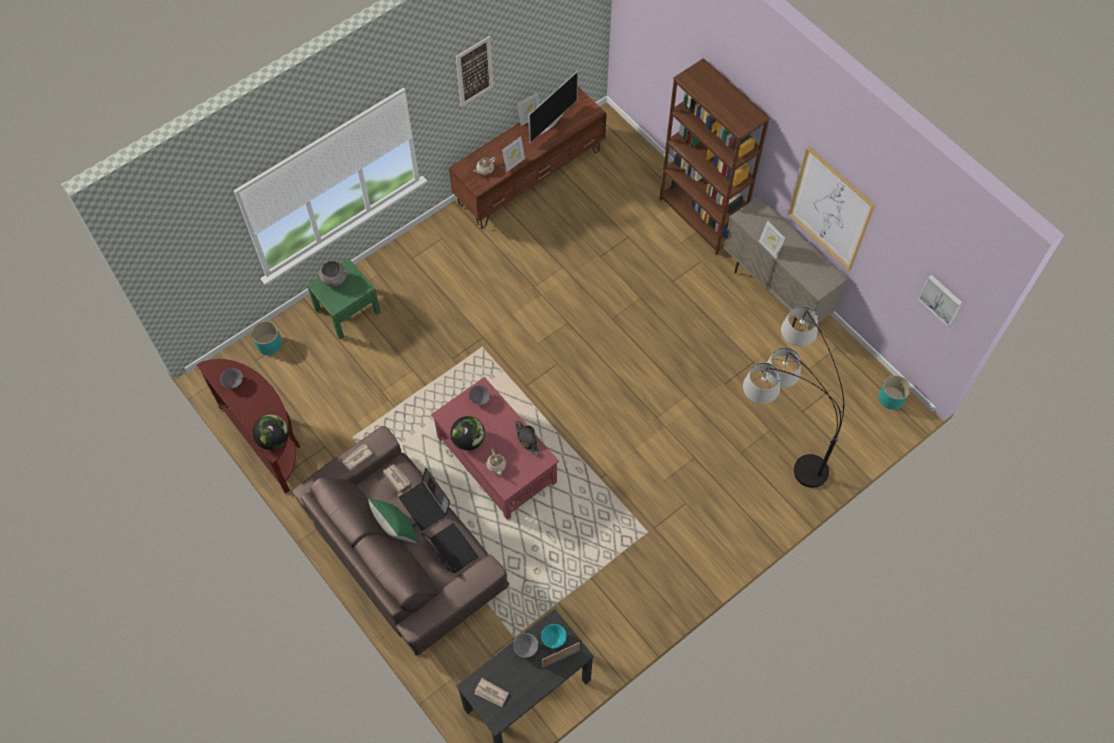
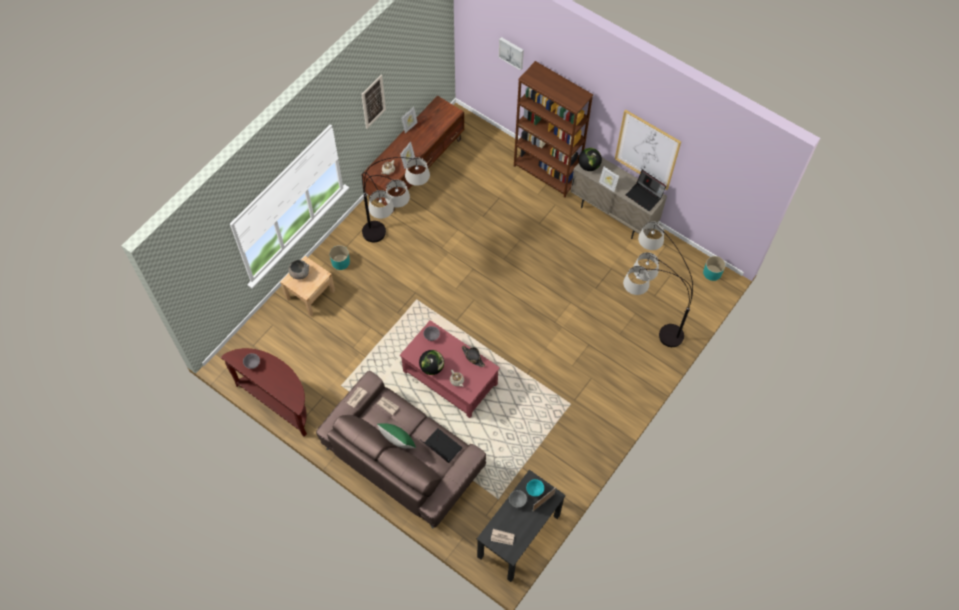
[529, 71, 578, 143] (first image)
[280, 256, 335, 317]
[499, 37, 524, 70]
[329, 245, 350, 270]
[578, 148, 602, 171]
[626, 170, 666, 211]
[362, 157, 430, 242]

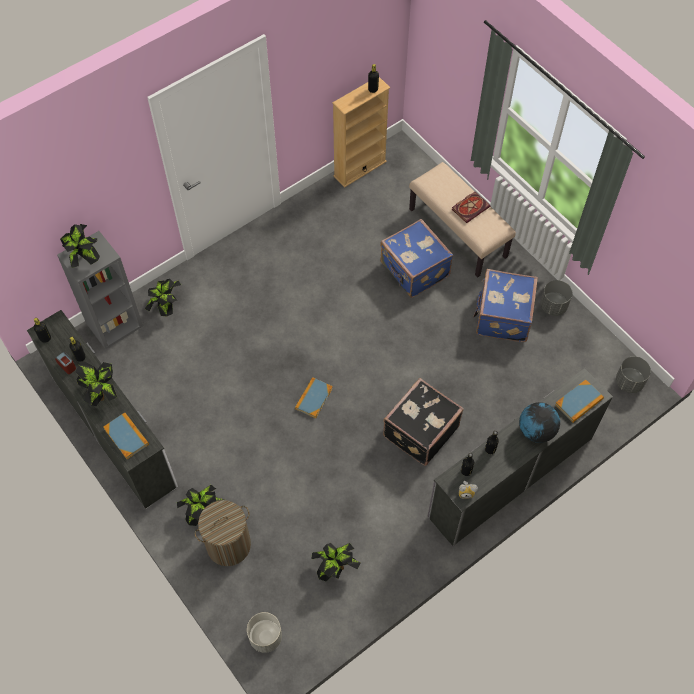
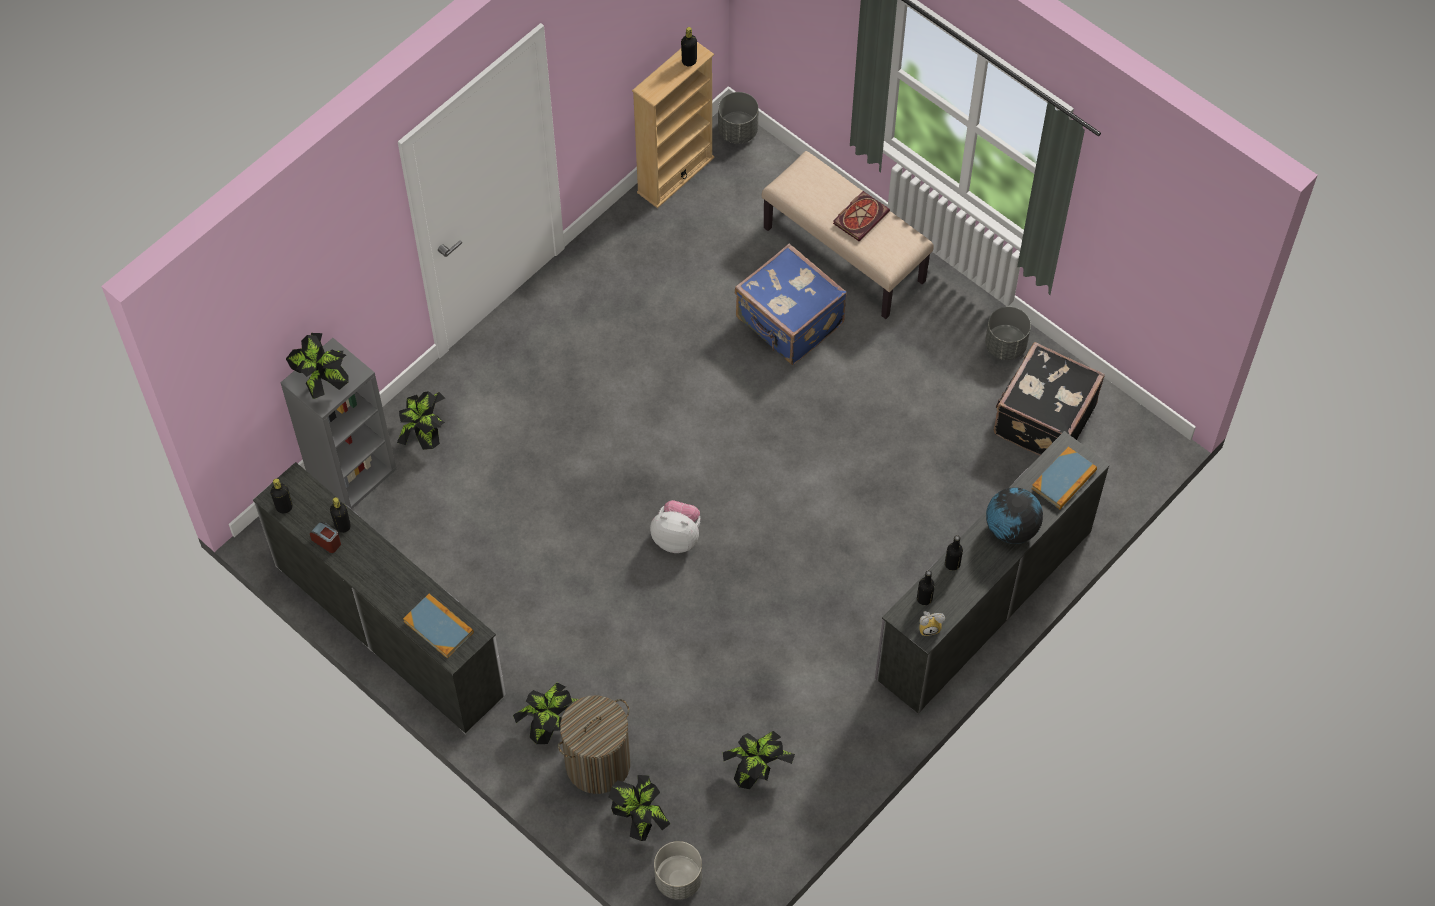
[473, 269, 538, 342] (first image)
[718, 92, 759, 144]
[609, 775, 671, 841]
[650, 500, 700, 553]
[994, 342, 1105, 455]

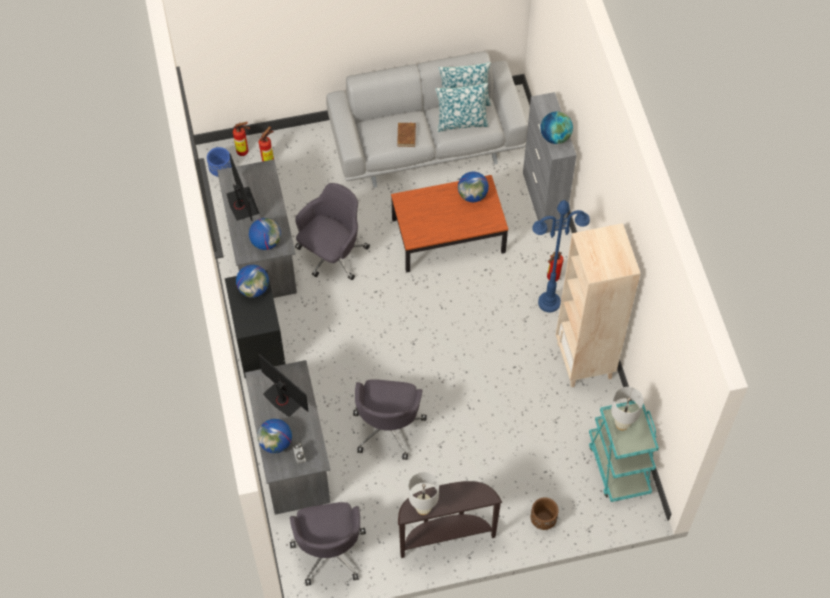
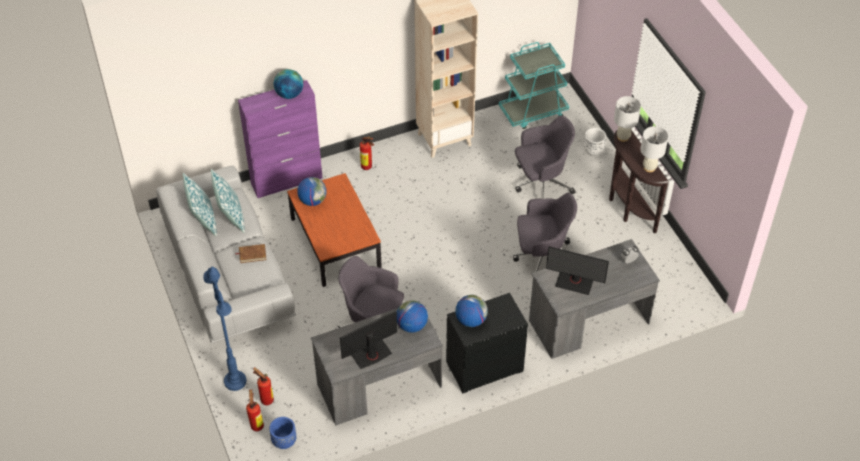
[238, 80, 322, 198]
[203, 267, 246, 391]
[546, 246, 609, 295]
[614, 96, 641, 142]
[257, 419, 292, 454] (first image)
[584, 128, 607, 156]
[515, 115, 576, 199]

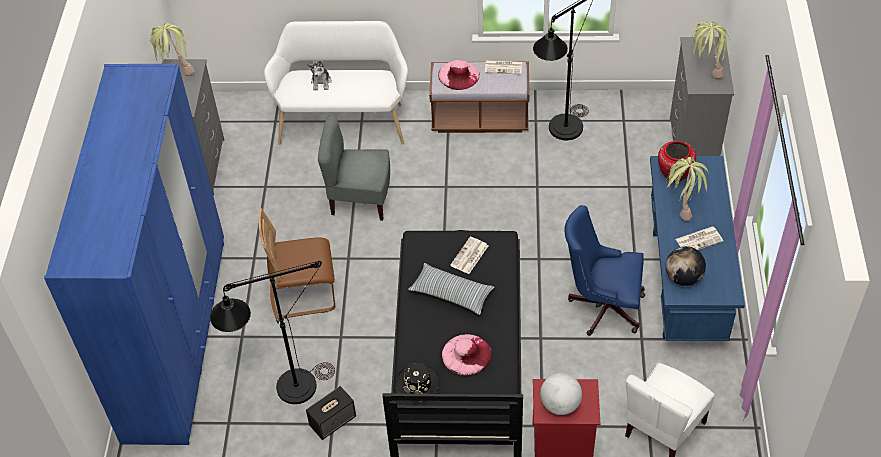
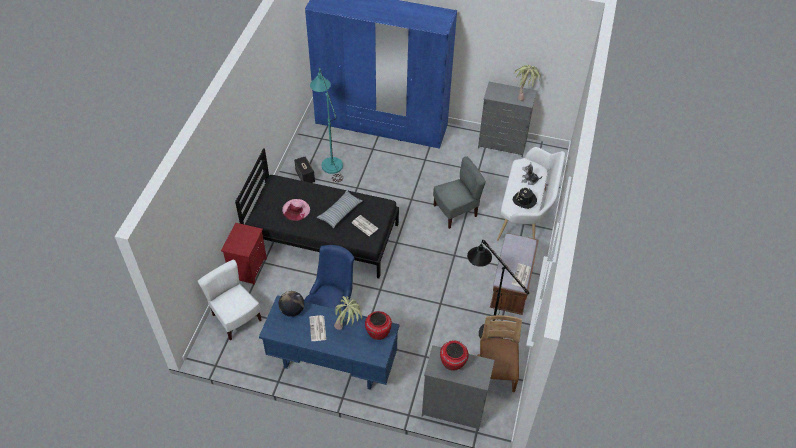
[440, 340, 468, 371]
[438, 60, 480, 90] (first image)
[433, 156, 486, 229]
[477, 315, 522, 392]
[310, 67, 343, 182]
[513, 187, 537, 209]
[540, 373, 582, 415] (first image)

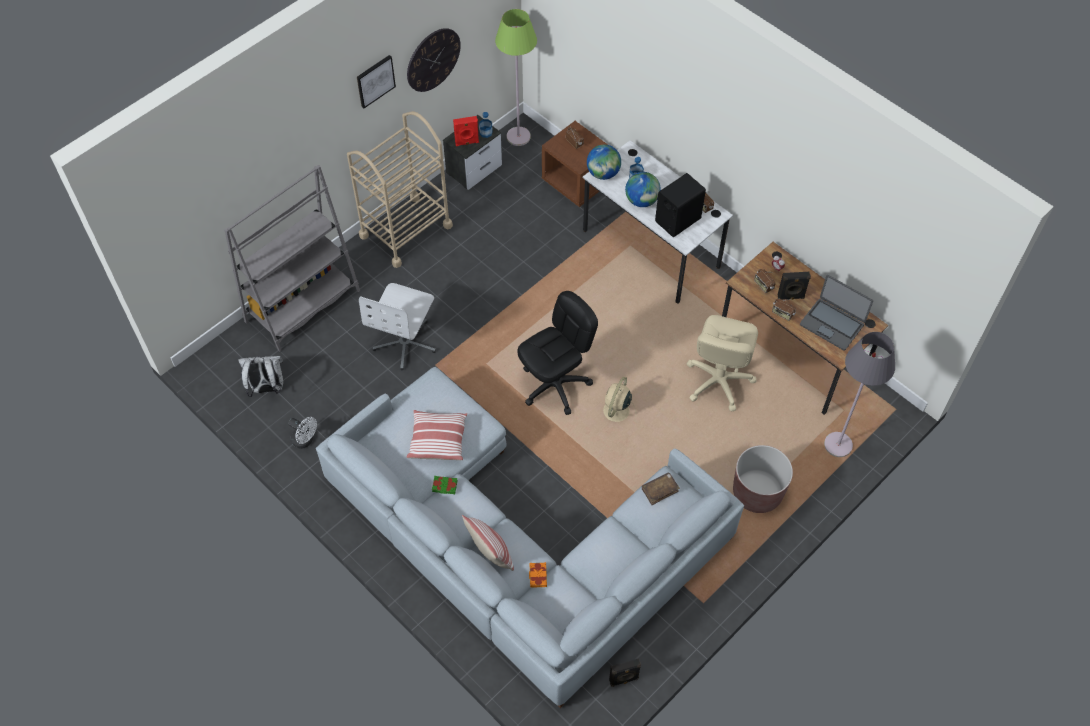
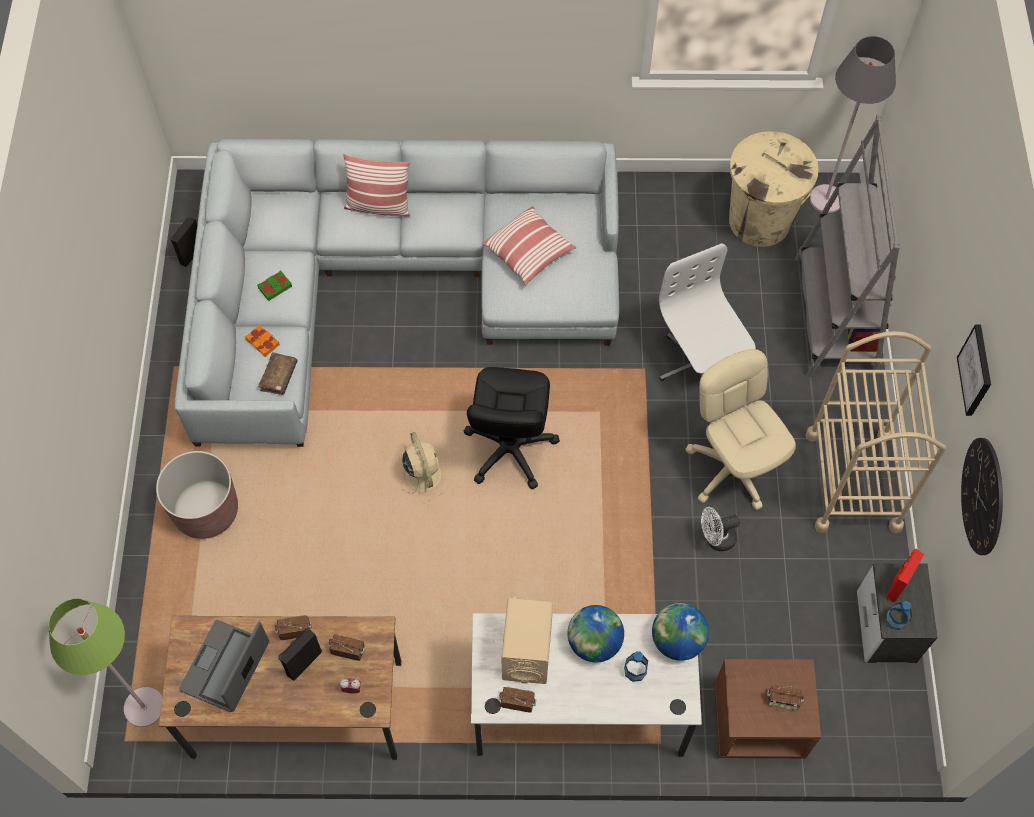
[48, 599, 162, 727]
[501, 596, 553, 684]
[179, 620, 269, 712]
[685, 349, 796, 510]
[810, 36, 896, 213]
[729, 131, 819, 247]
[701, 507, 740, 551]
[257, 271, 292, 301]
[245, 324, 280, 357]

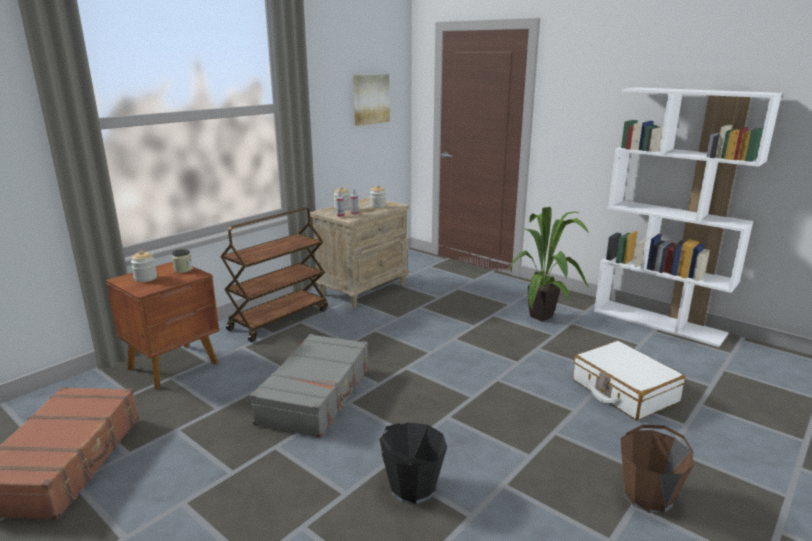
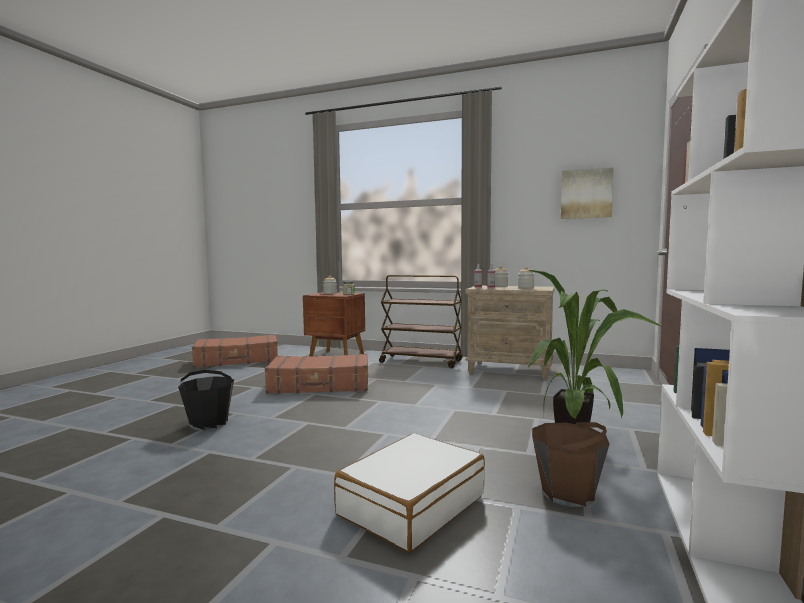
[265, 354, 368, 394]
[532, 422, 610, 507]

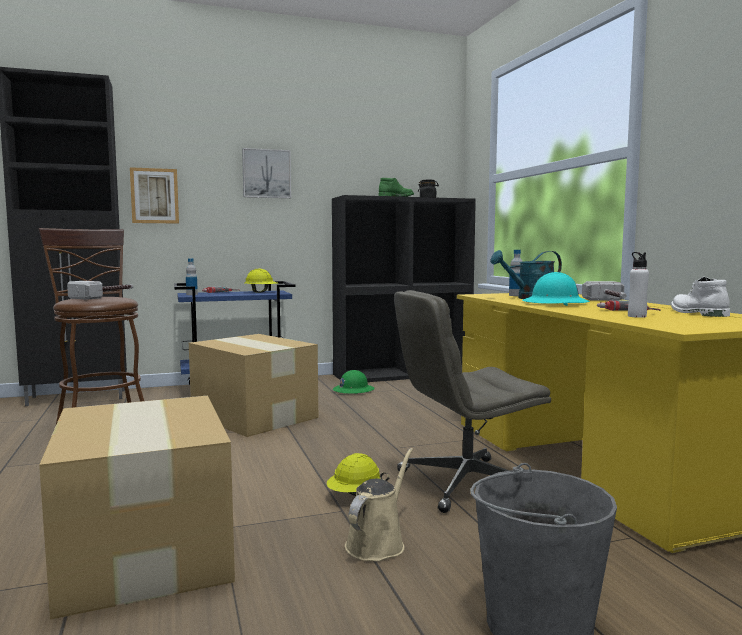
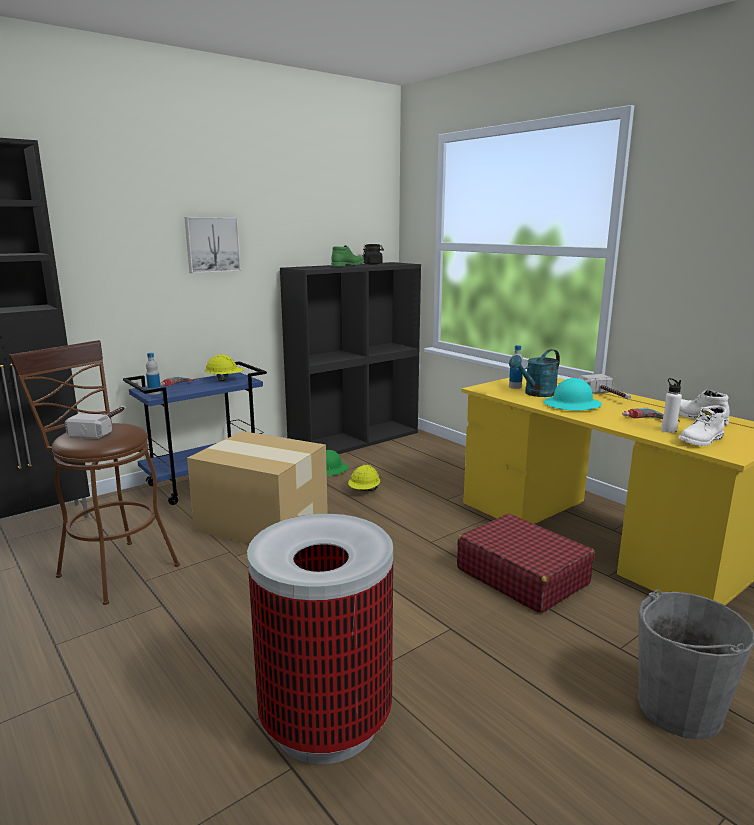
[130, 167, 179, 224] (first image)
[457, 514, 595, 613]
[247, 514, 393, 764]
[345, 448, 413, 561] (first image)
[348, 465, 380, 491]
[678, 405, 727, 446]

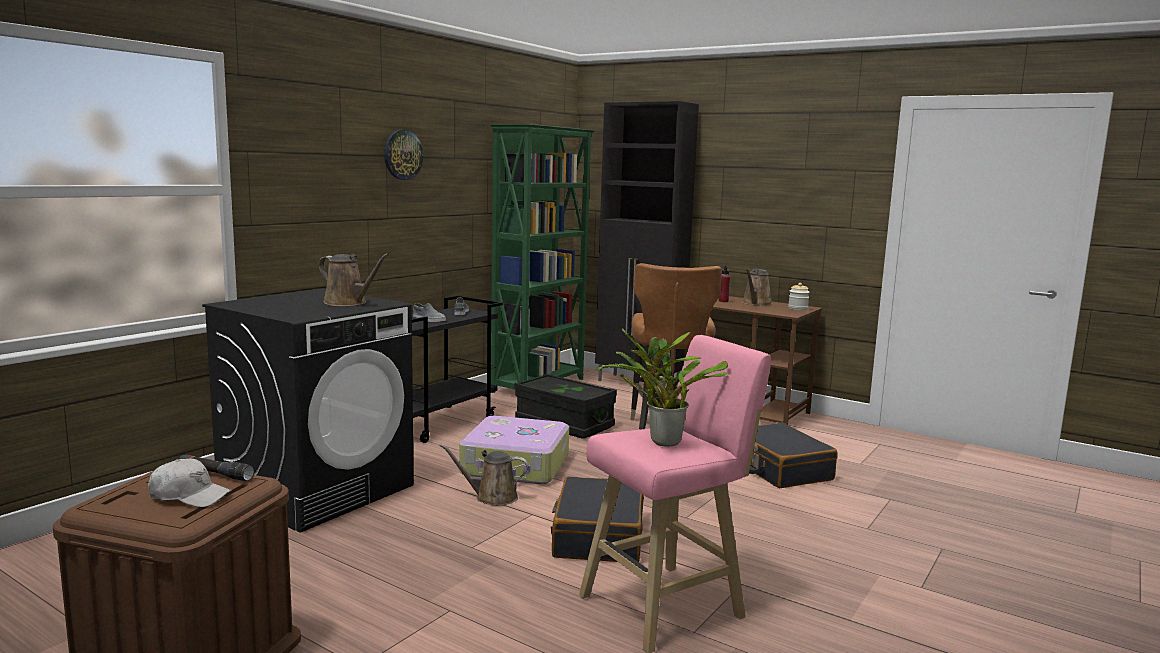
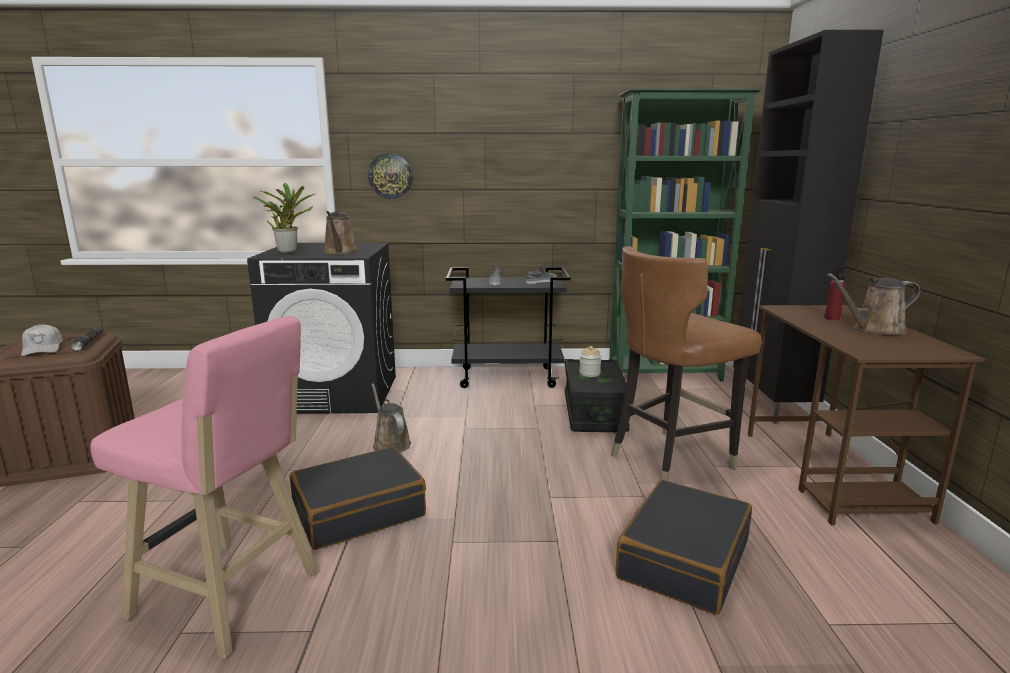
[368, 153, 413, 199]
[579, 346, 601, 377]
[253, 183, 315, 254]
[459, 416, 569, 484] (first image)

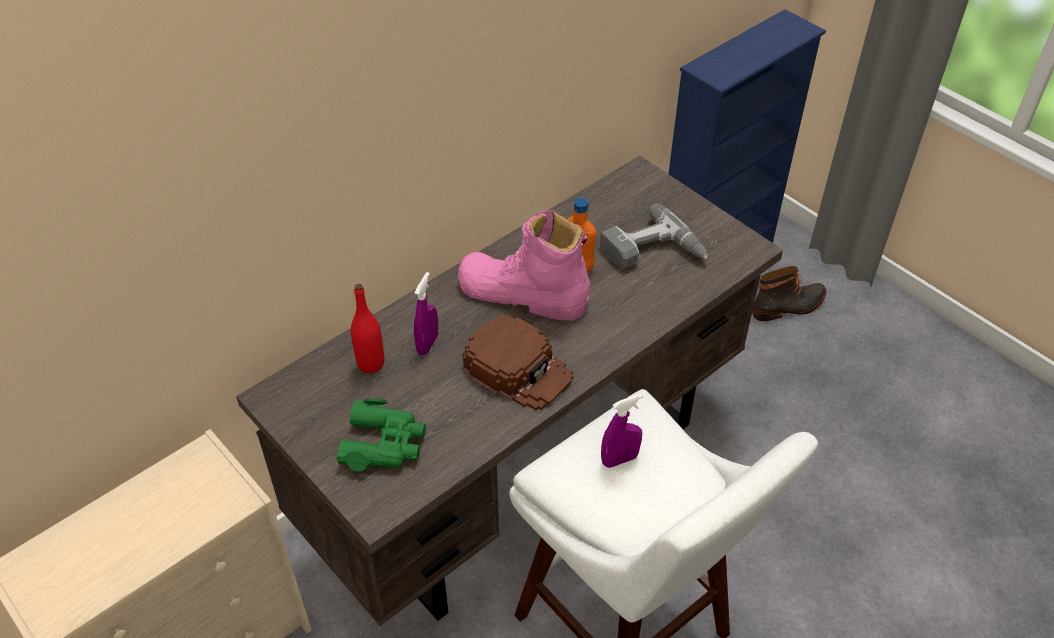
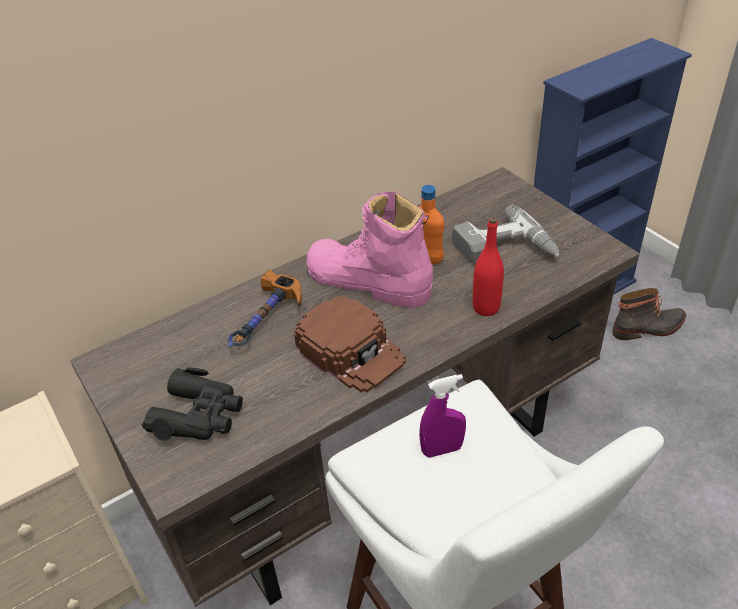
[228, 269, 302, 347]
[473, 218, 504, 316]
[142, 367, 243, 441]

